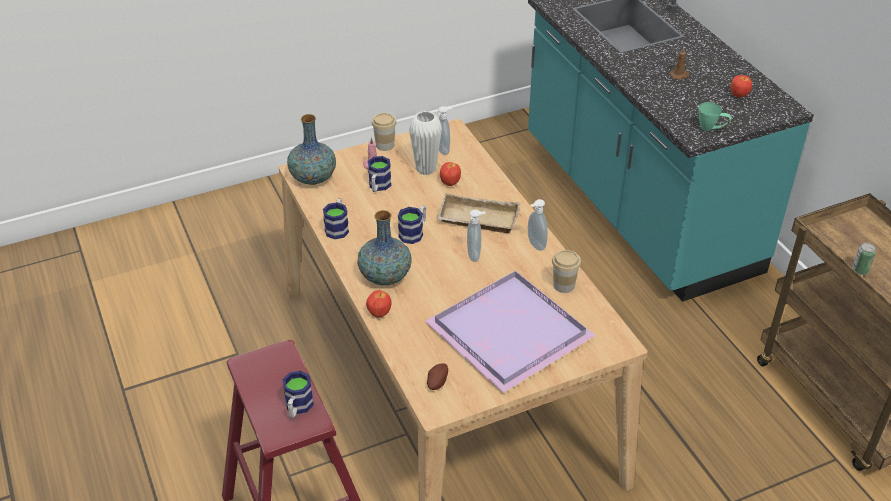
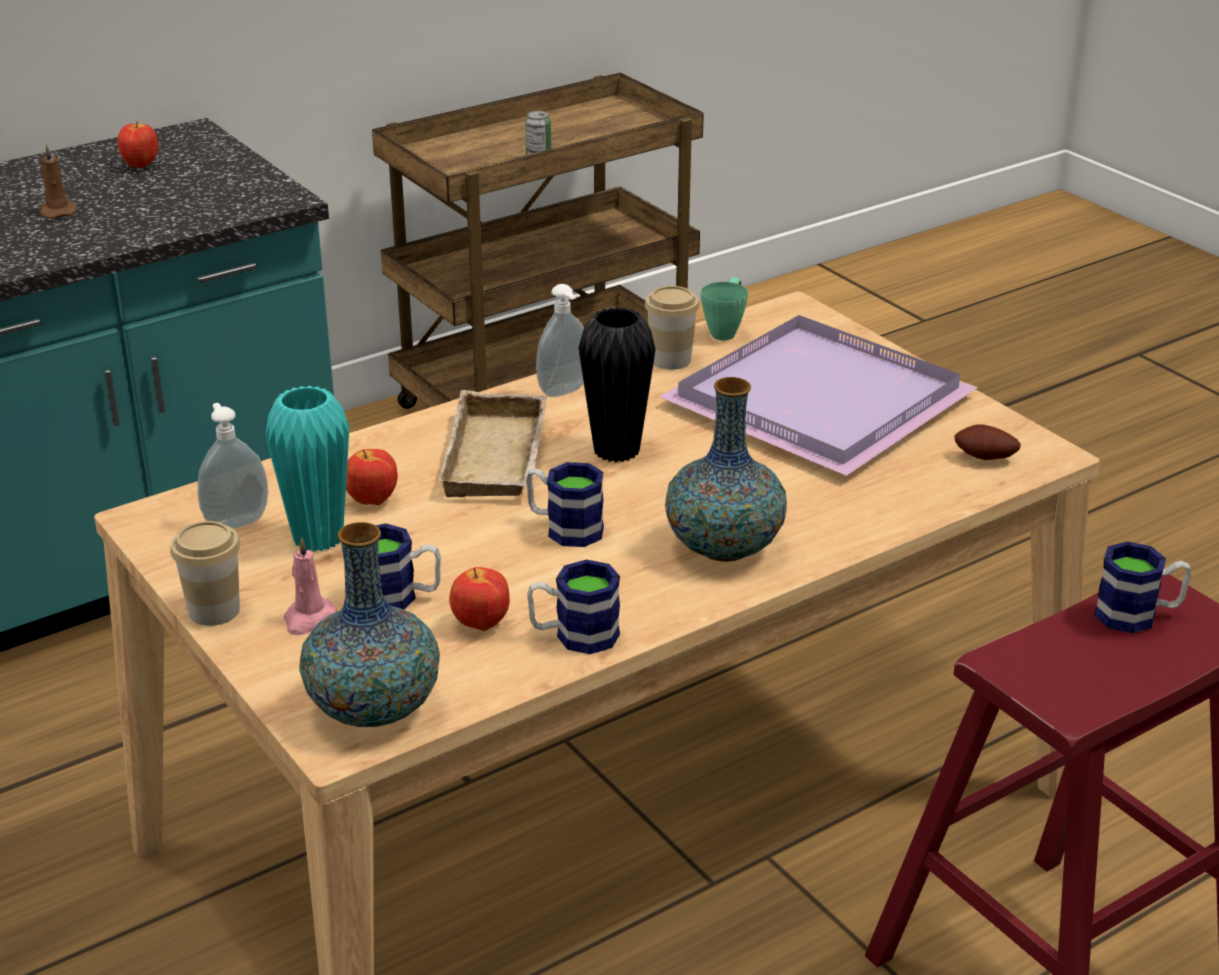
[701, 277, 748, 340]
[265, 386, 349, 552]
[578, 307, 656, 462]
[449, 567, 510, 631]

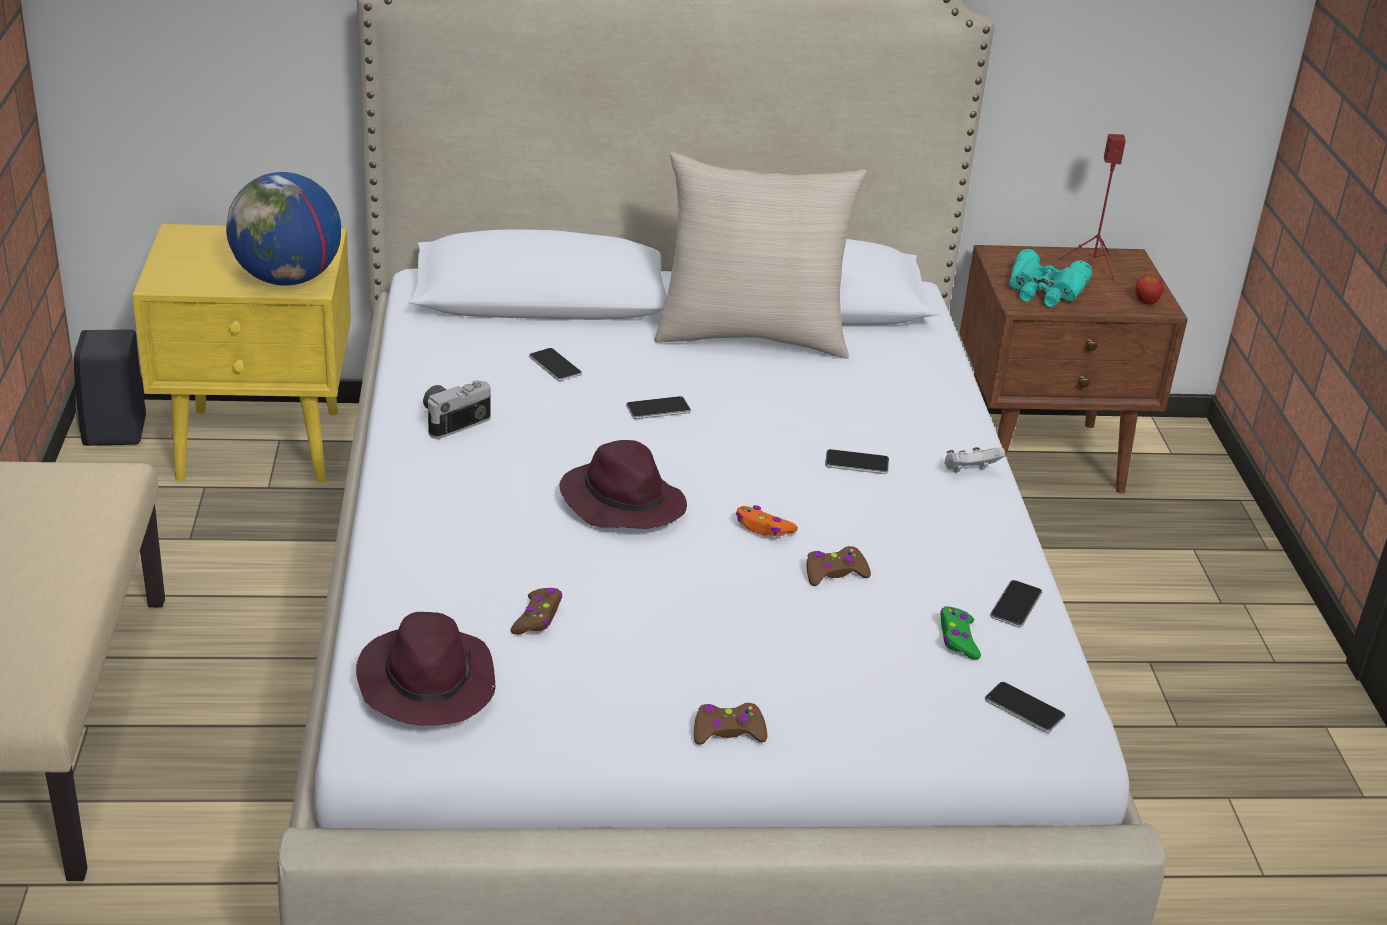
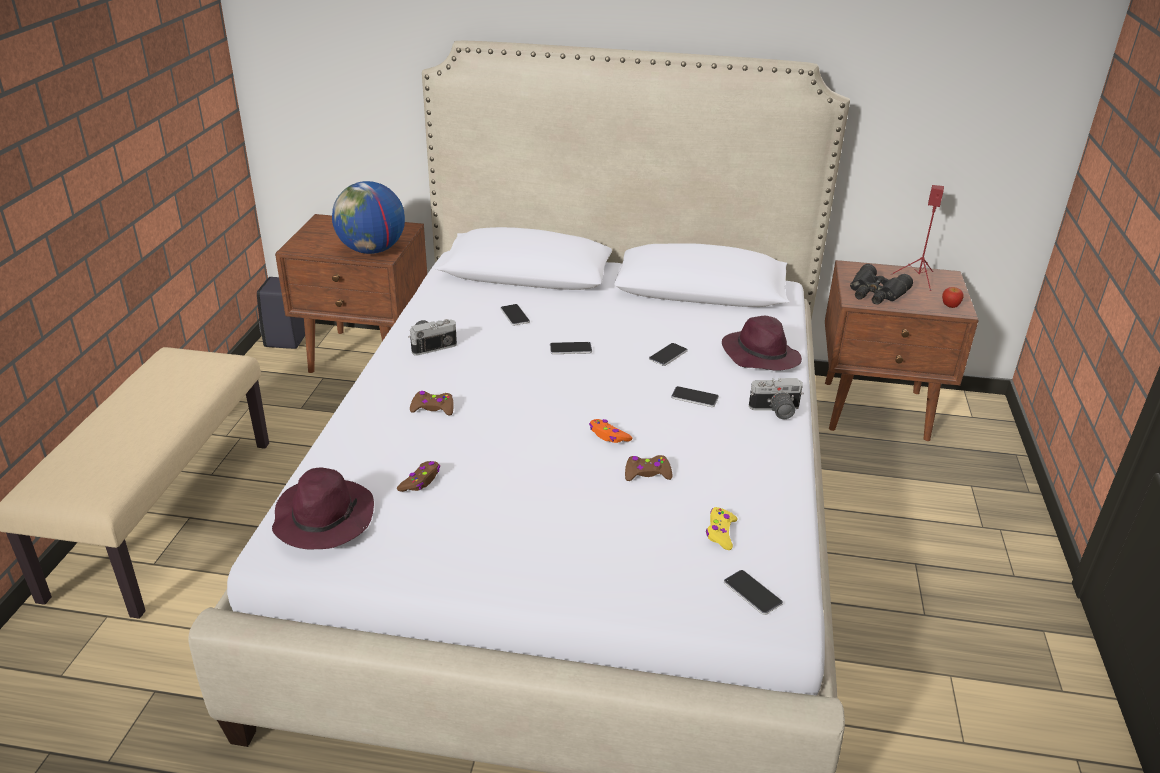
[655, 152, 867, 359] (first image)
[275, 214, 427, 373]
[850, 264, 913, 305]
[722, 316, 802, 371]
[749, 378, 804, 419]
[649, 343, 688, 366]
[706, 507, 738, 550]
[410, 391, 454, 416]

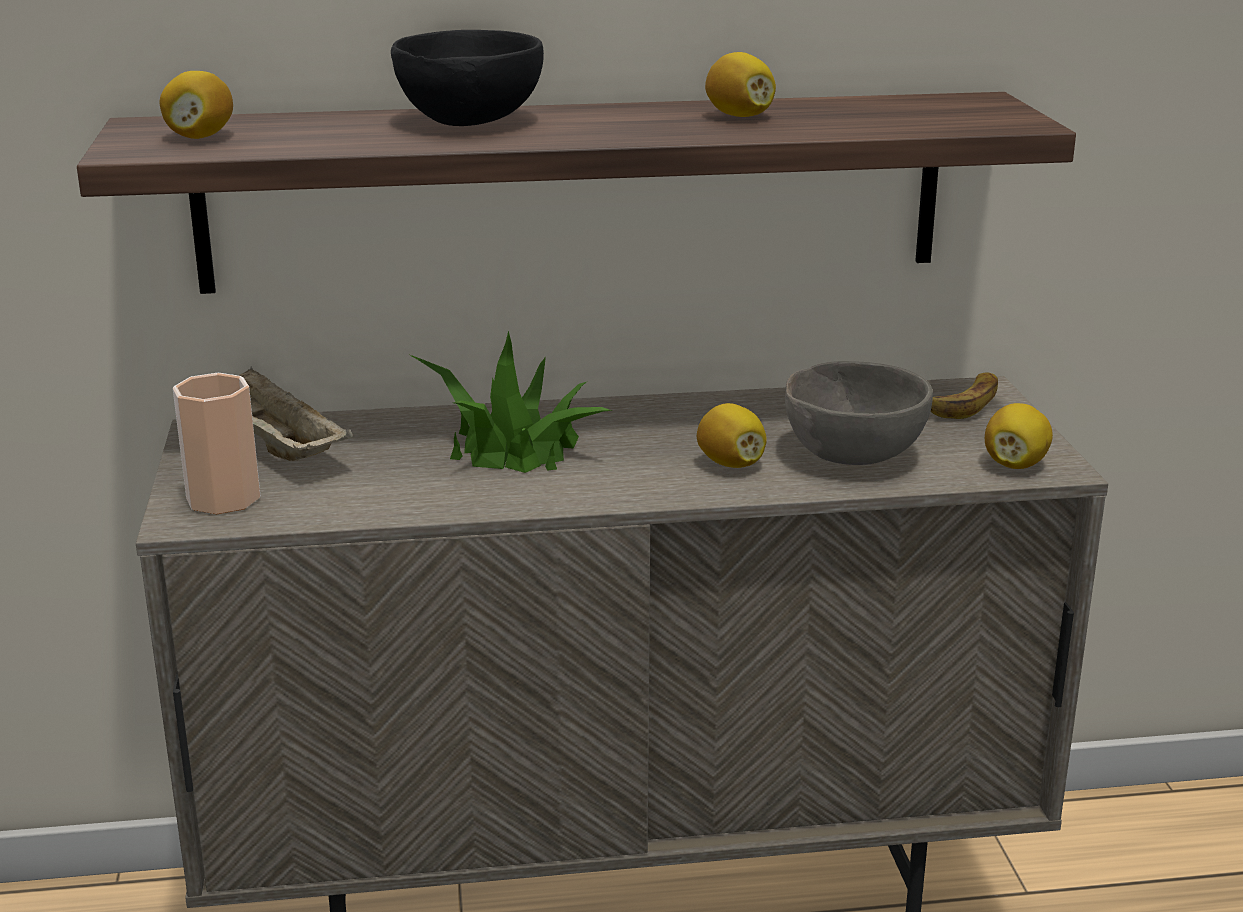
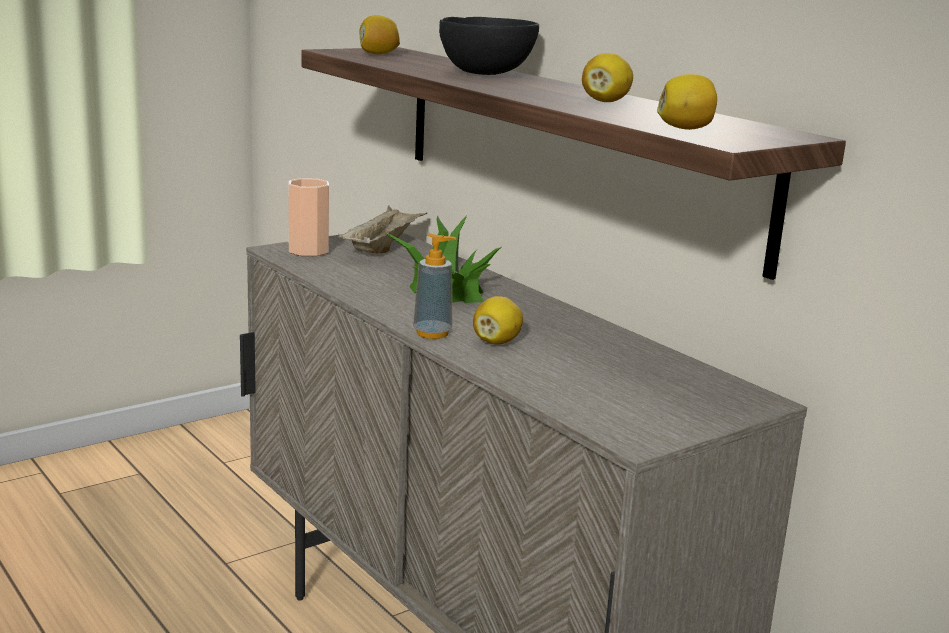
[785, 361, 933, 465] (first image)
[931, 373, 998, 419] (first image)
[657, 74, 717, 130]
[413, 233, 457, 339]

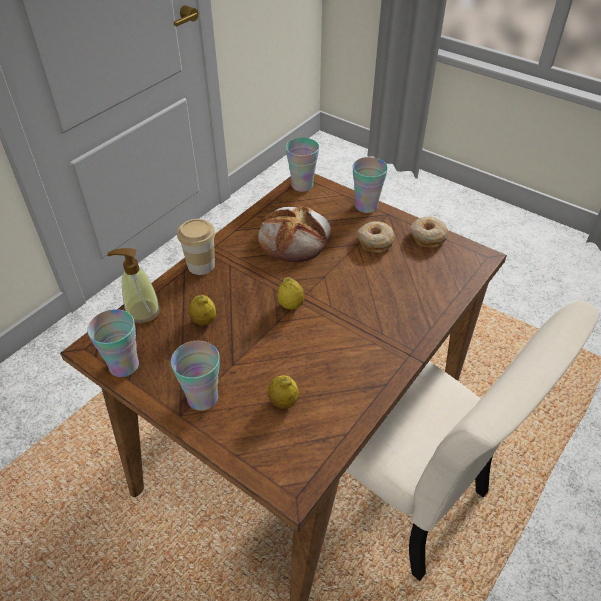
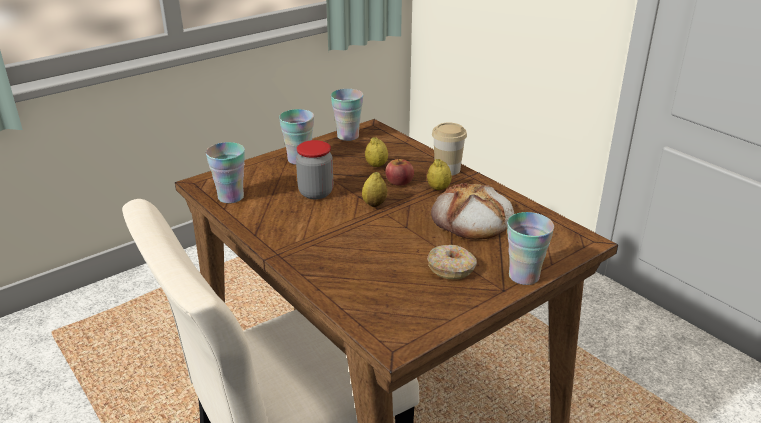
[206, 142, 245, 203]
[410, 217, 448, 248] (first image)
[107, 248, 161, 325] (first image)
[427, 159, 452, 190]
[296, 140, 333, 199]
[385, 158, 414, 186]

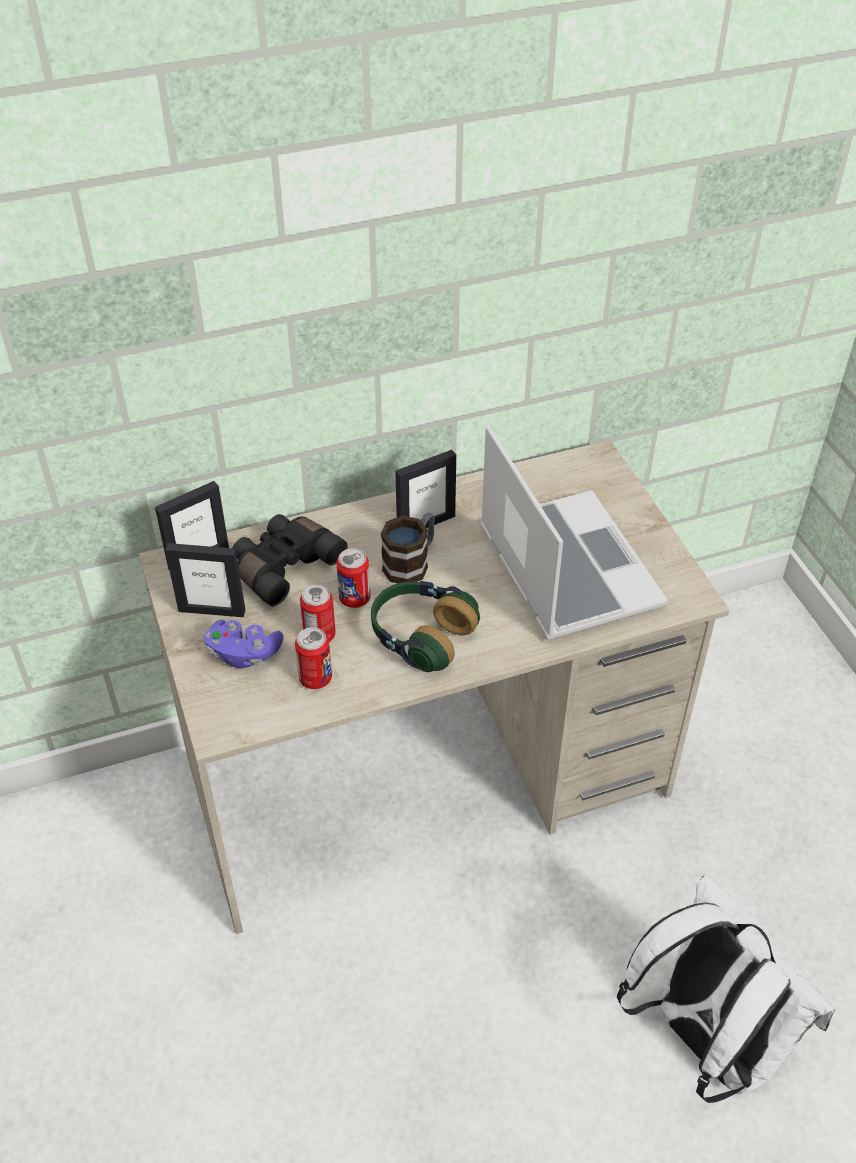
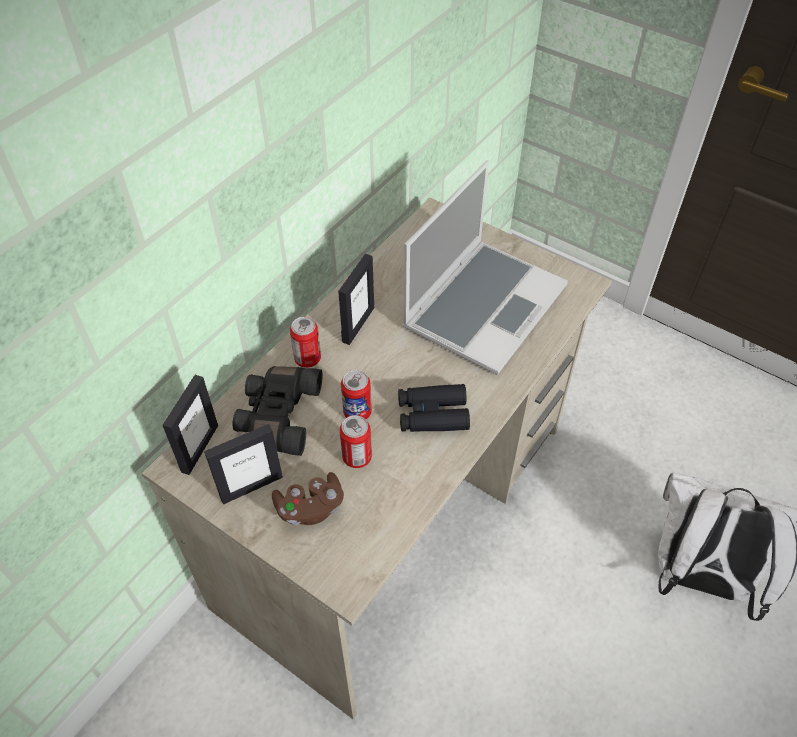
[403, 160, 568, 375]
[381, 513, 435, 583] (first image)
[398, 384, 470, 432]
[272, 472, 344, 526]
[290, 317, 321, 368]

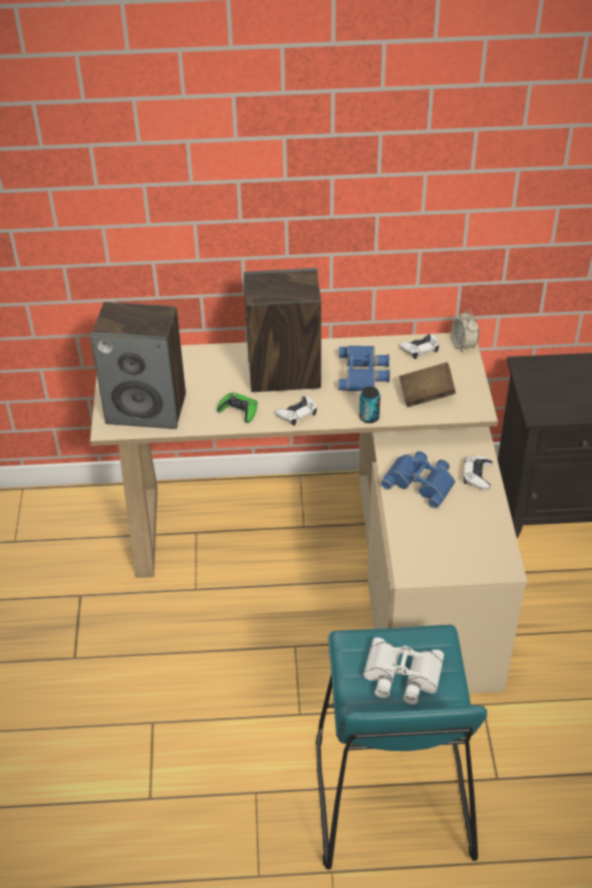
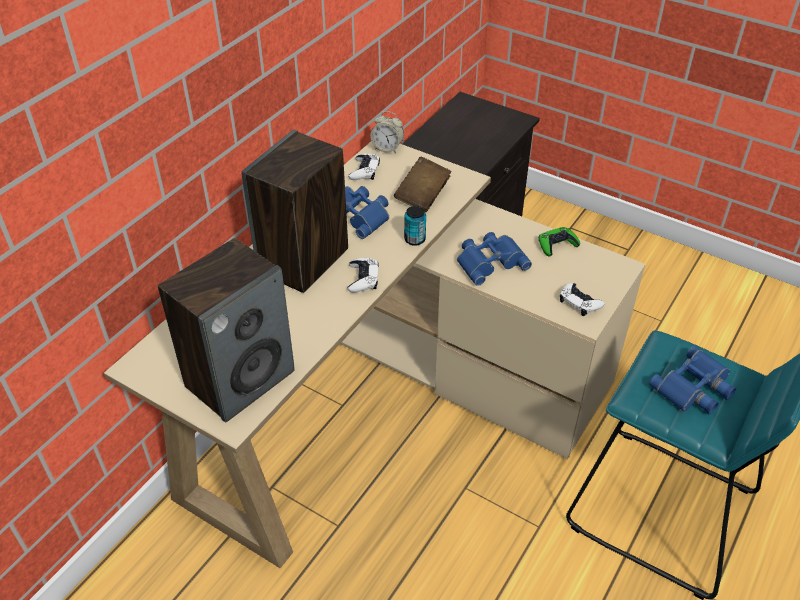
[539, 227, 580, 256]
[560, 283, 605, 316]
[649, 346, 736, 415]

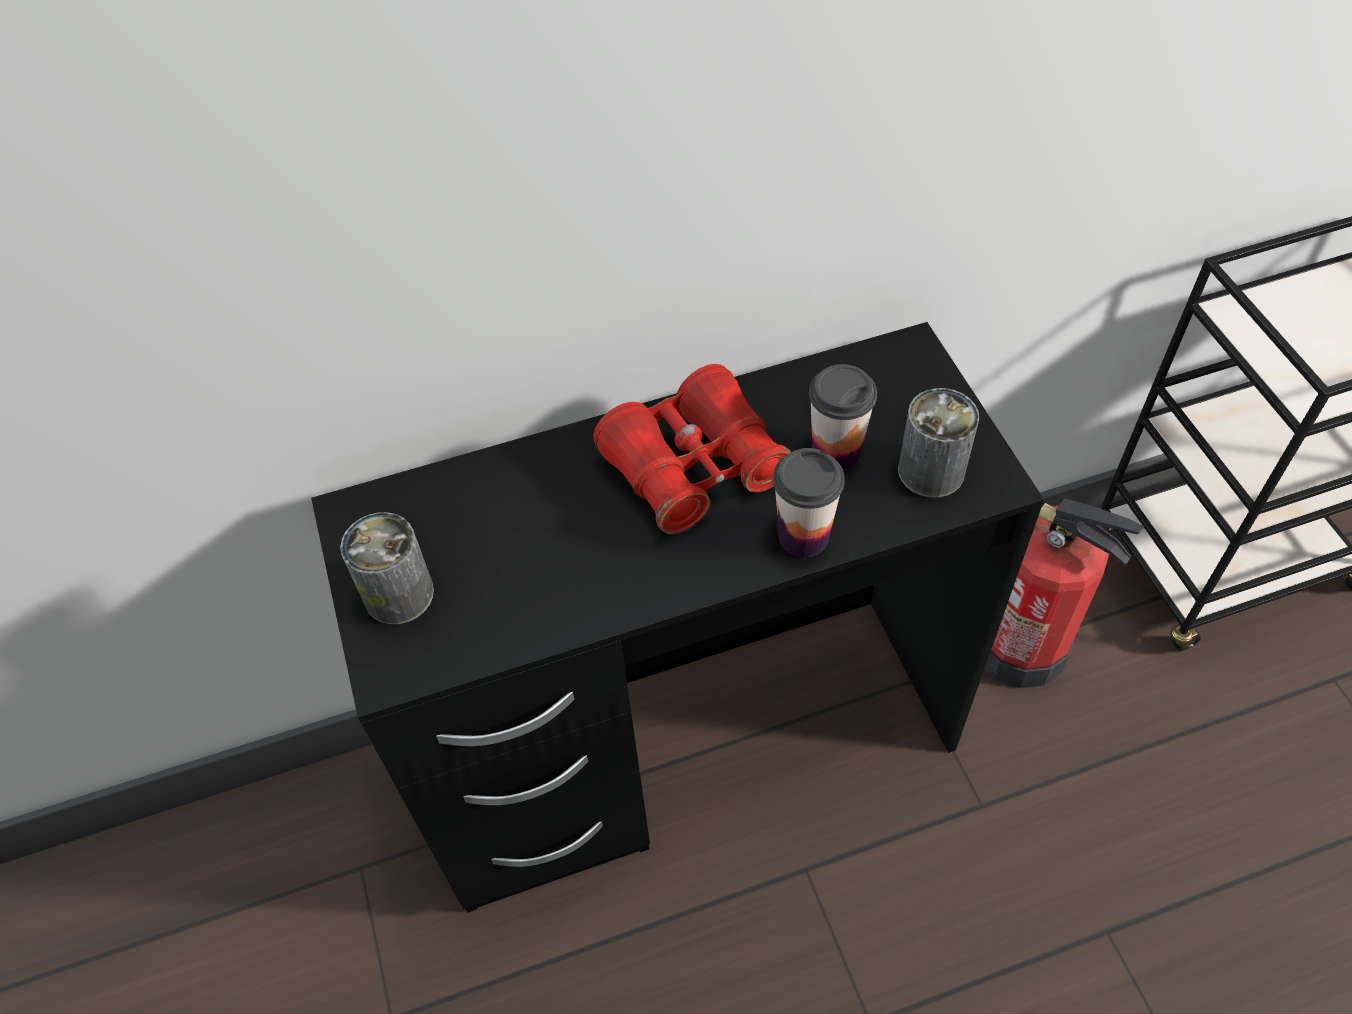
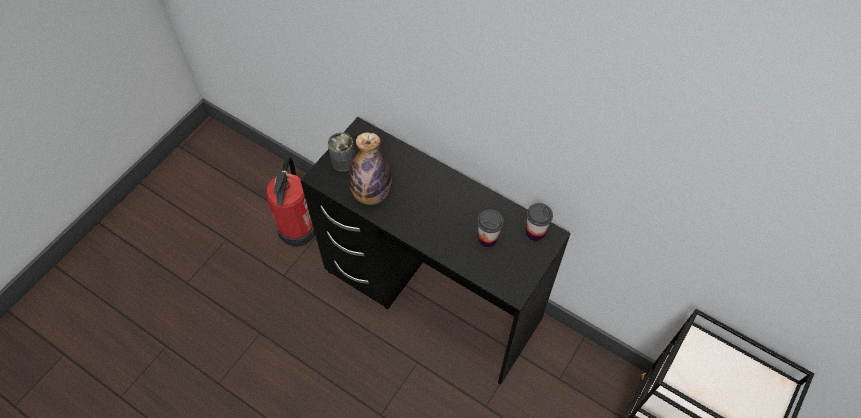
[593, 364, 791, 534] (first image)
[898, 388, 979, 498] (first image)
[526, 203, 553, 241]
[266, 157, 315, 247]
[348, 132, 392, 205]

